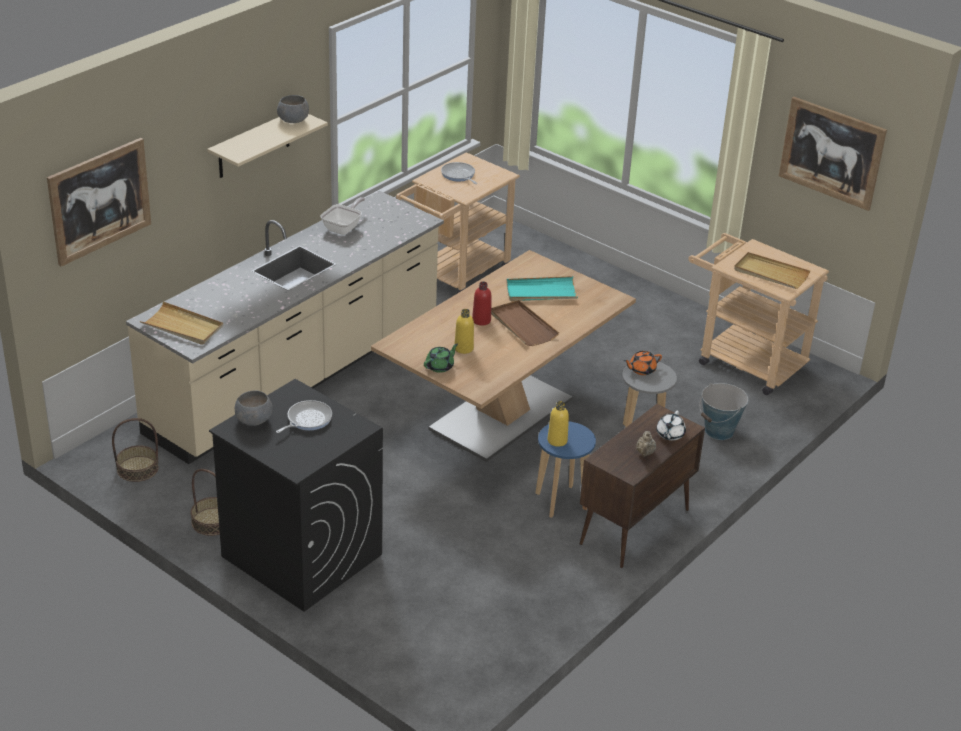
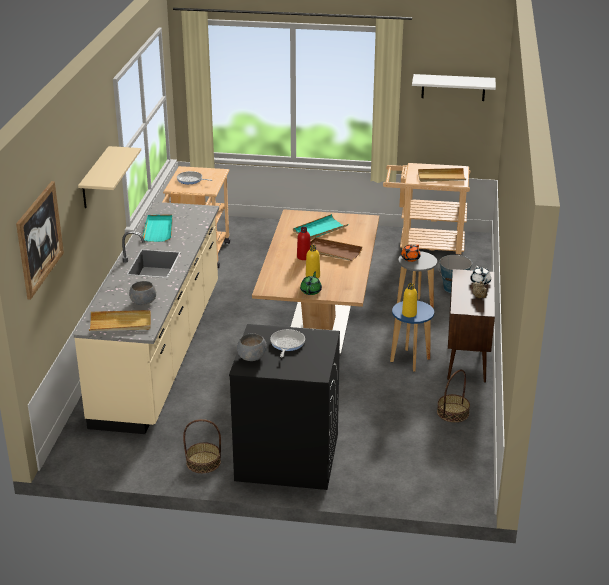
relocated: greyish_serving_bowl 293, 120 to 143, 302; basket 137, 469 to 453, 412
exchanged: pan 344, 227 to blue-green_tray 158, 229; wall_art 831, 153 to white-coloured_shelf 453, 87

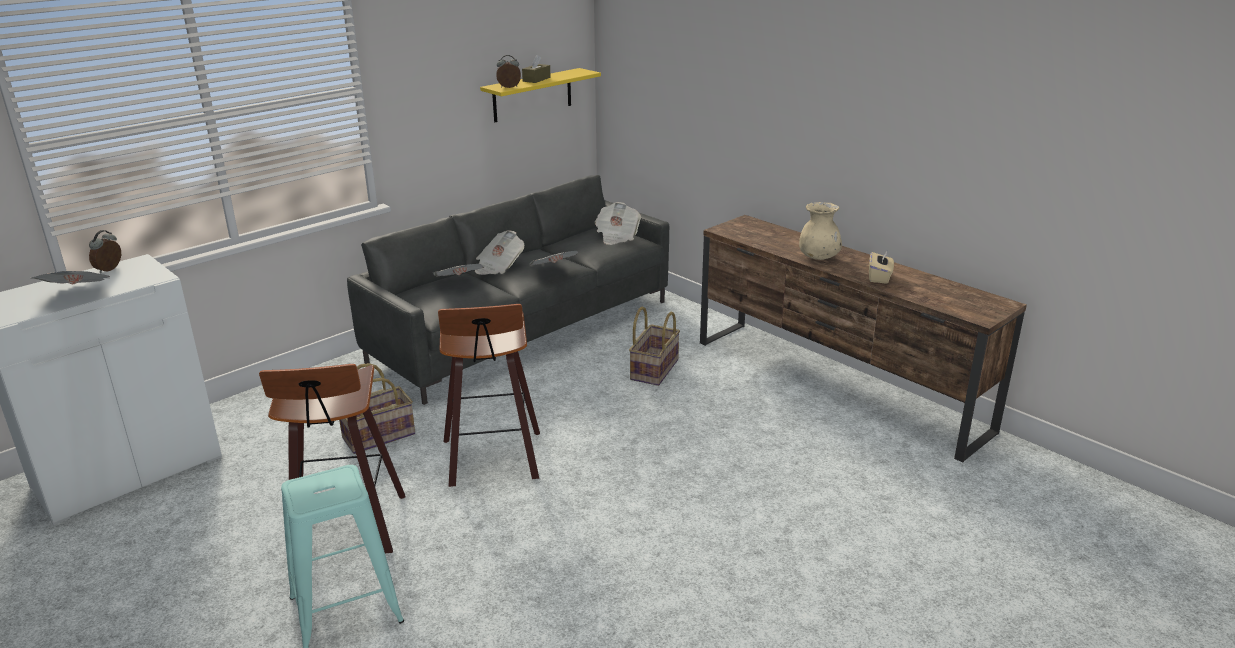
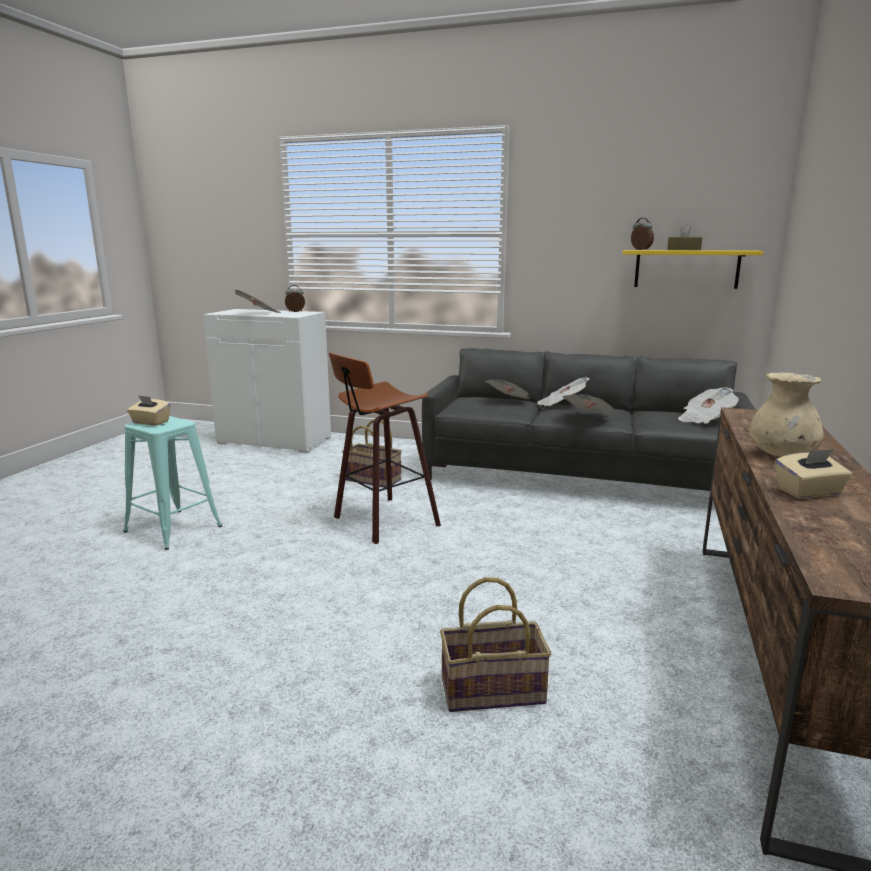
missing: sitting_stool 347, 530
appeared: beige_tissue_box 150, 422
relocated: basket 653, 369 to 493, 689

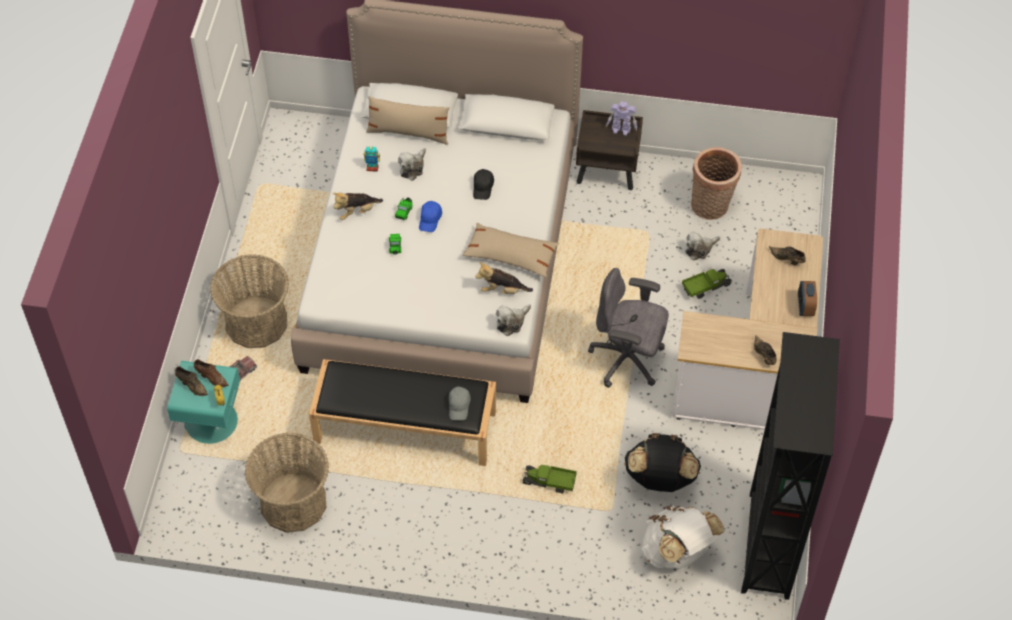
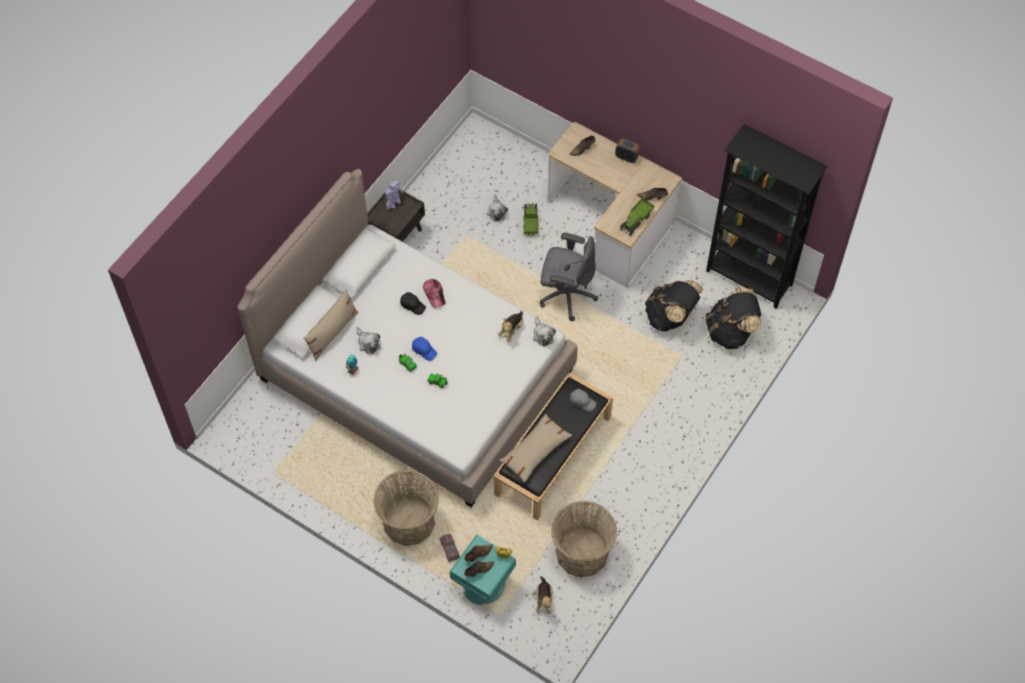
missing: basket 711, 207
appeared: baseball_cap 434, 294
relocated: beige_cushion 510, 255 to 535, 451; plush_toy 357, 212 to 543, 599; toy_lorry 549, 482 to 636, 220
colour: white-coloured_backpack 677, 552 to black_backpack 730, 331
spun: greyish_desk_chair 627, 360 = 566, 295 120 degrees counterclockwise

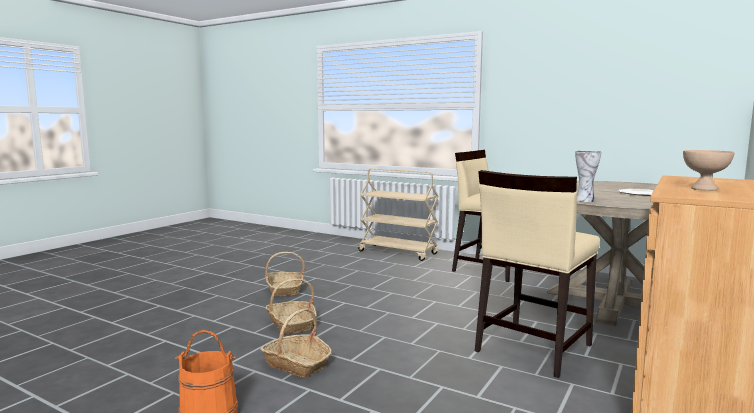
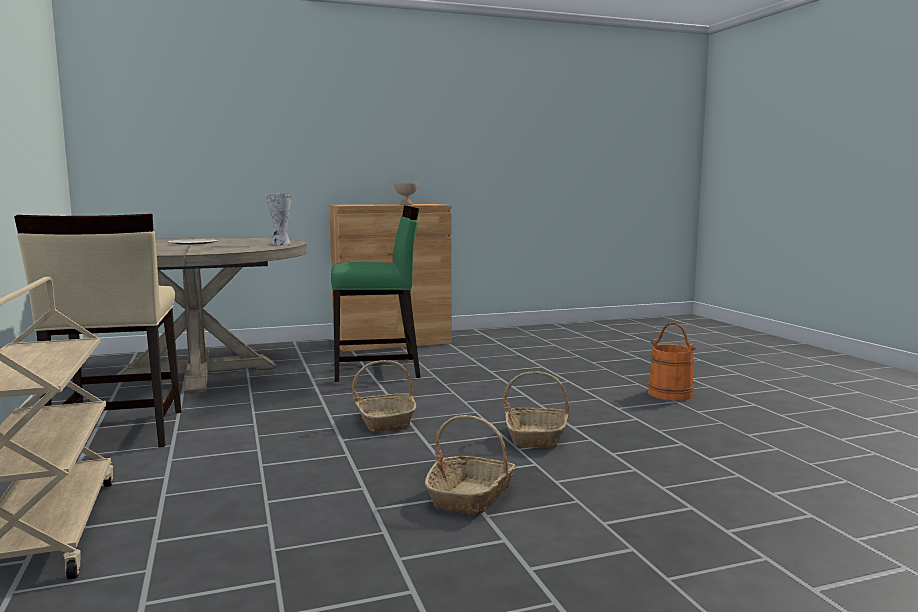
relocated: basket 297, 364 to 385, 421
colour: beige_chair 532, 348 to greenish_chair 377, 369

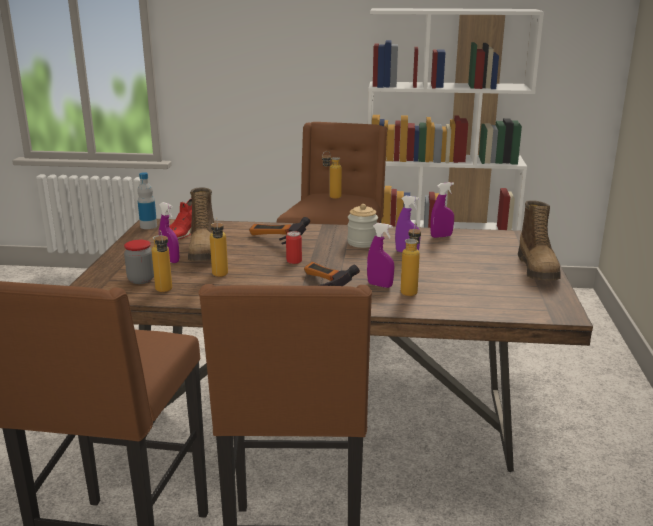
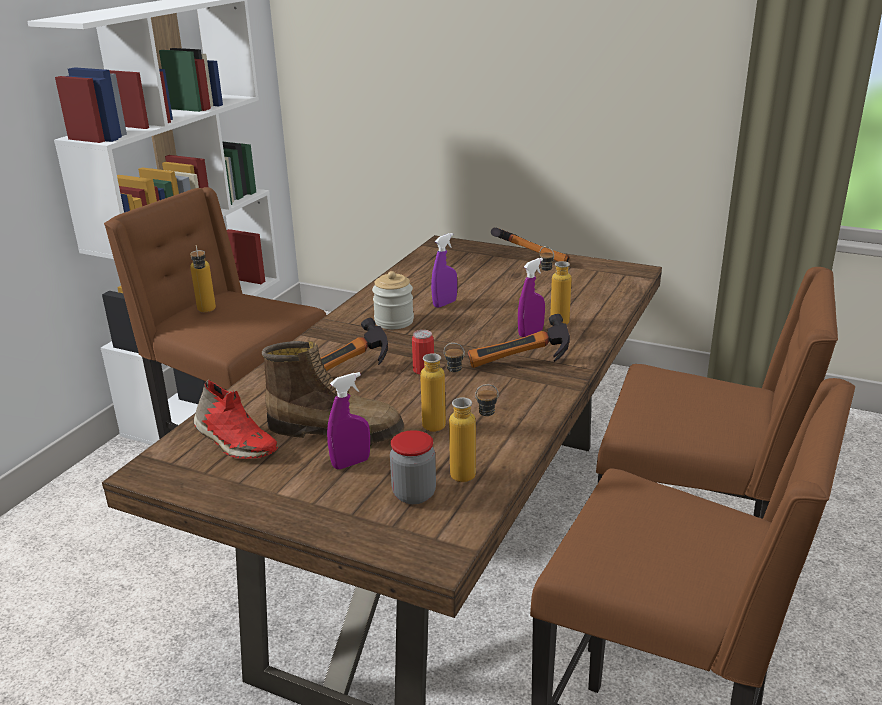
missing: bottle 148, 226; purplish_hand_sprayer 441, 236
exchanged: tall_boot 538, 269 to tool_hammer 532, 257

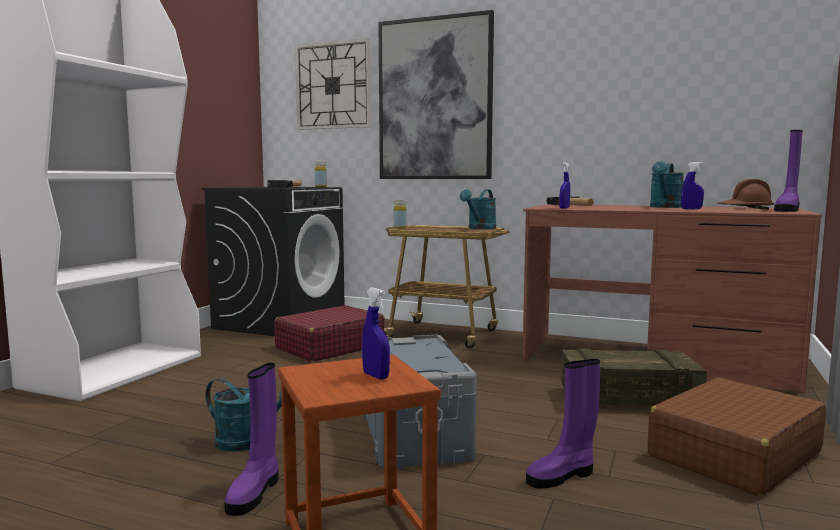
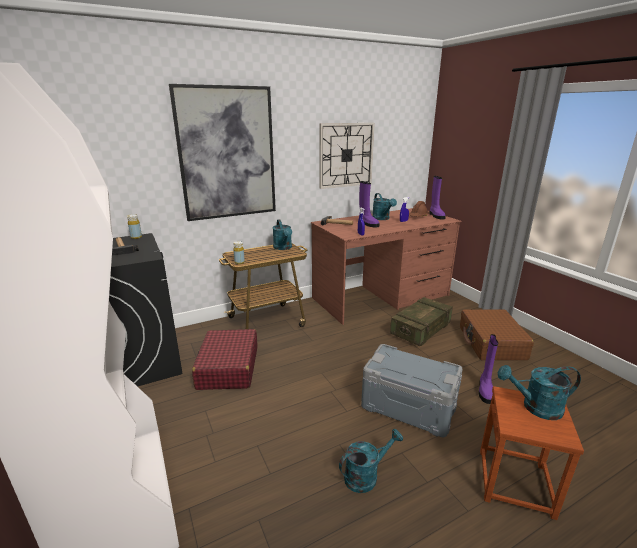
relocated: wall_clock 333, 86 to 346, 155; purplish_tall_boot 254, 493 to 367, 224
exchanged: blue-coloured_hand_sprayer 376, 376 to blue-green_sprinkling_can 535, 407

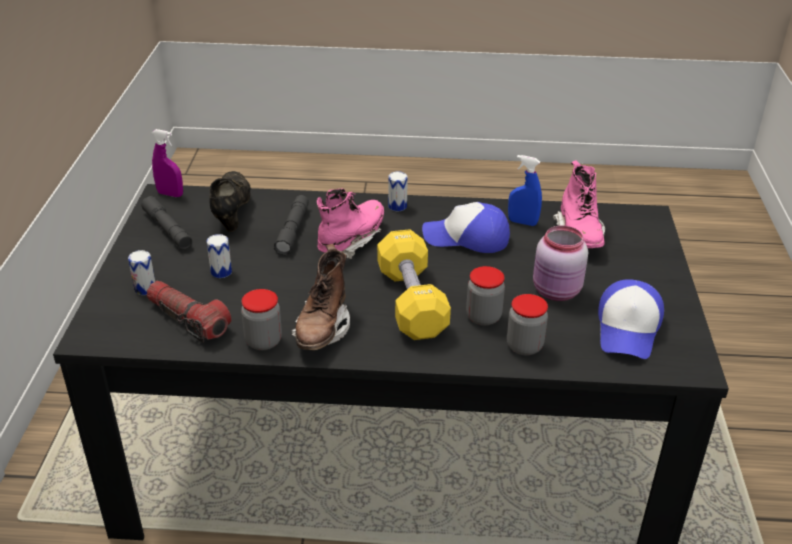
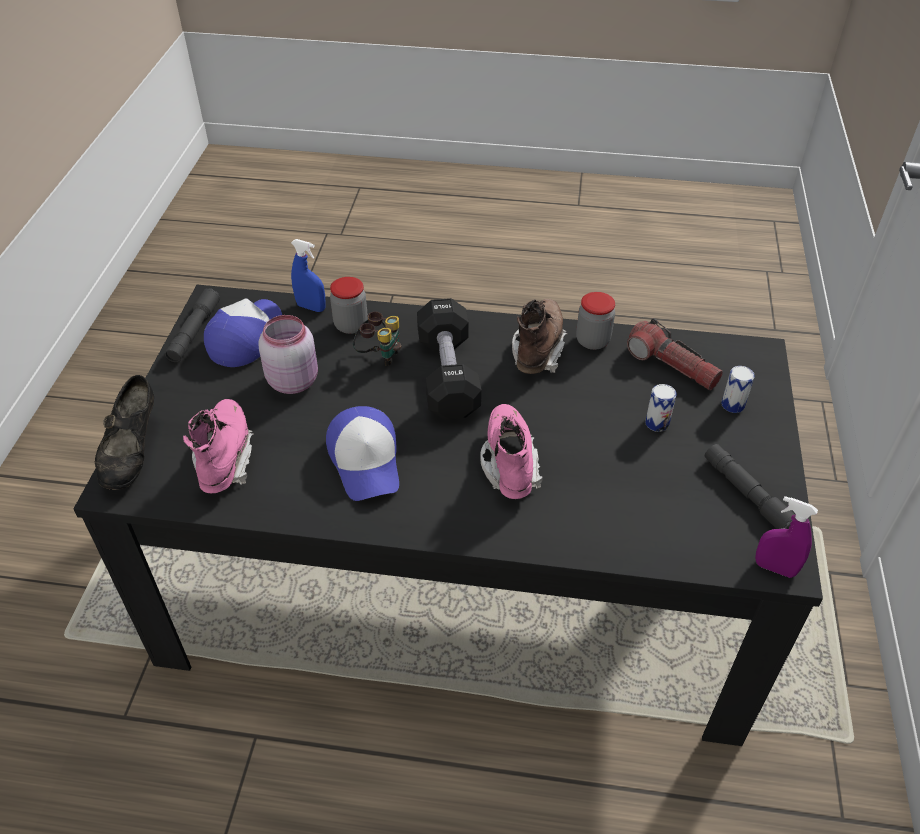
missing: sealed_can 397, 206
relocated: black_low_shoe 231, 212 to 133, 453; greyish_hand_torch 293, 231 to 194, 332; blue-coloured_hand_sprayer 522, 222 to 311, 307
exchanged: jar 483, 317 to binoculars 379, 355
colour: yellow-coloured_dumbbell 411, 302 to black_dumbbell 448, 375
spun: baseball_cap 466, 238 = 366, 461 60 degrees clockwise; pinkish_tall_boot 351, 240 = 509, 464 135 degrees clockwise

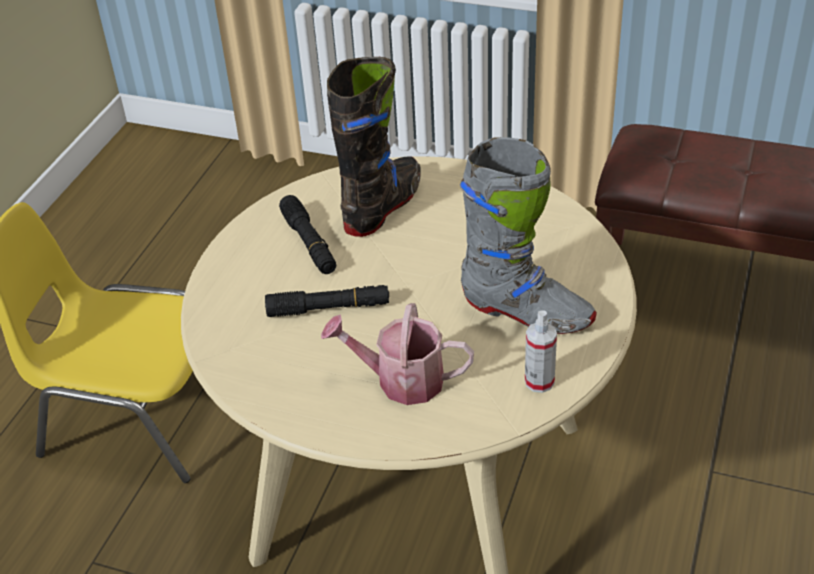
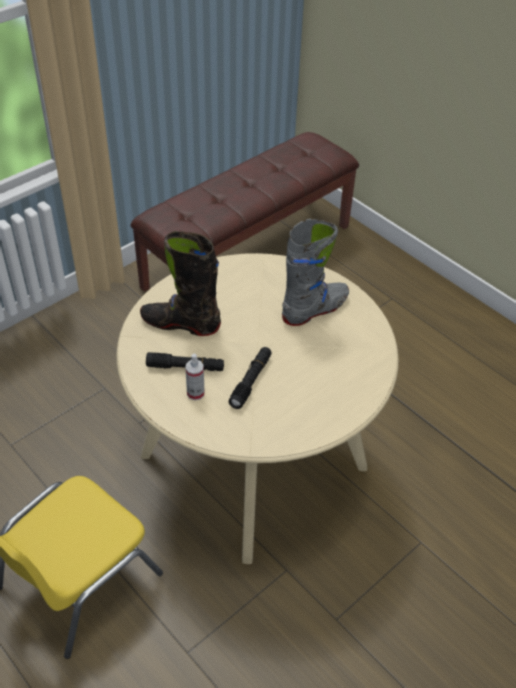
missing: sprinkling_can 401, 380
relocated: hand_sprayer 539, 382 to 195, 393
spun: black_tall_boot 383, 206 = 181, 324 45 degrees counterclockwise

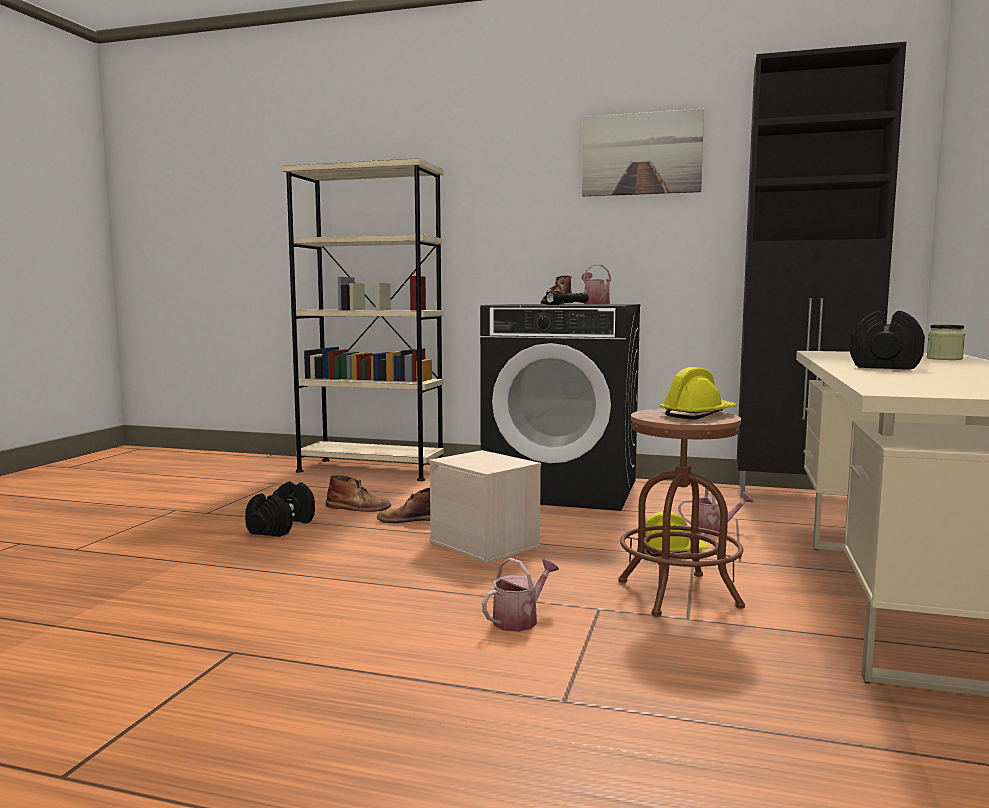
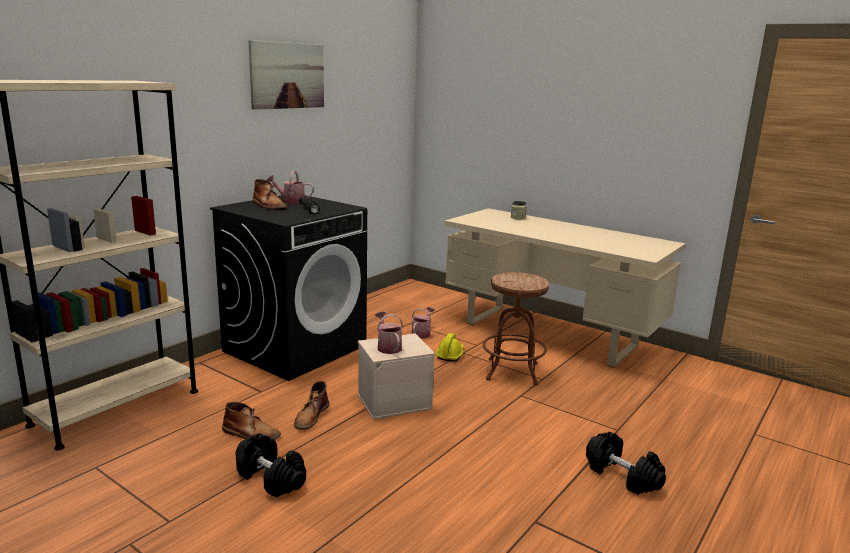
missing: yellow-coloured_safety_helmet 698, 415; black_cupboard 802, 496
relocated: sprinkling_can 519, 619 to 388, 347; black_dumbbell 886, 365 to 623, 476
spun: brown_tall_boot 358, 508 = 251, 434 75 degrees clockwise

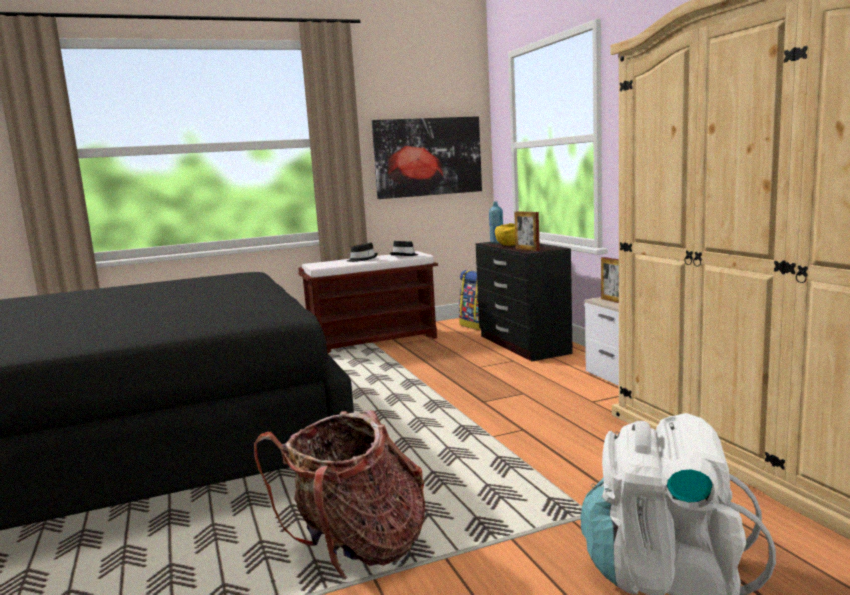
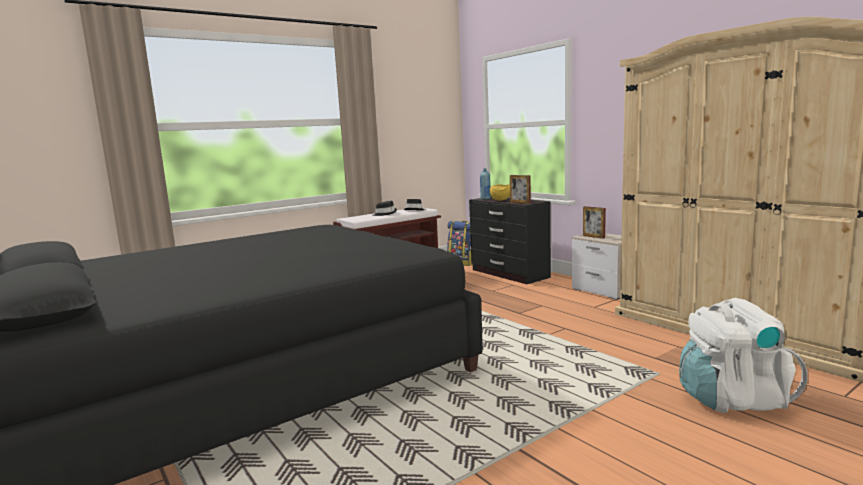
missing: backpack 357, 550; wall_art 428, 157

